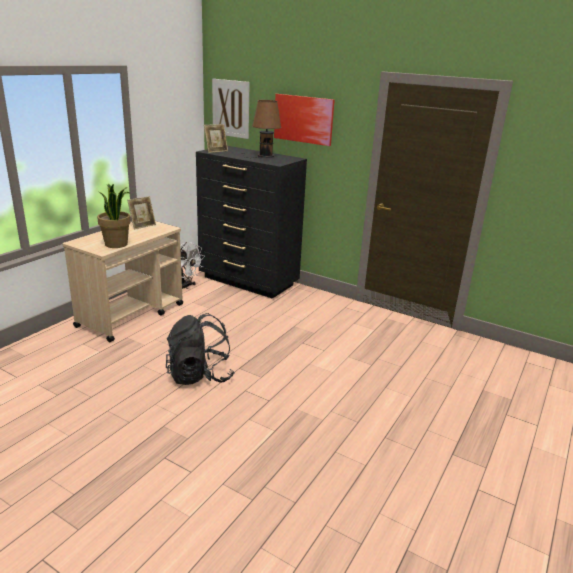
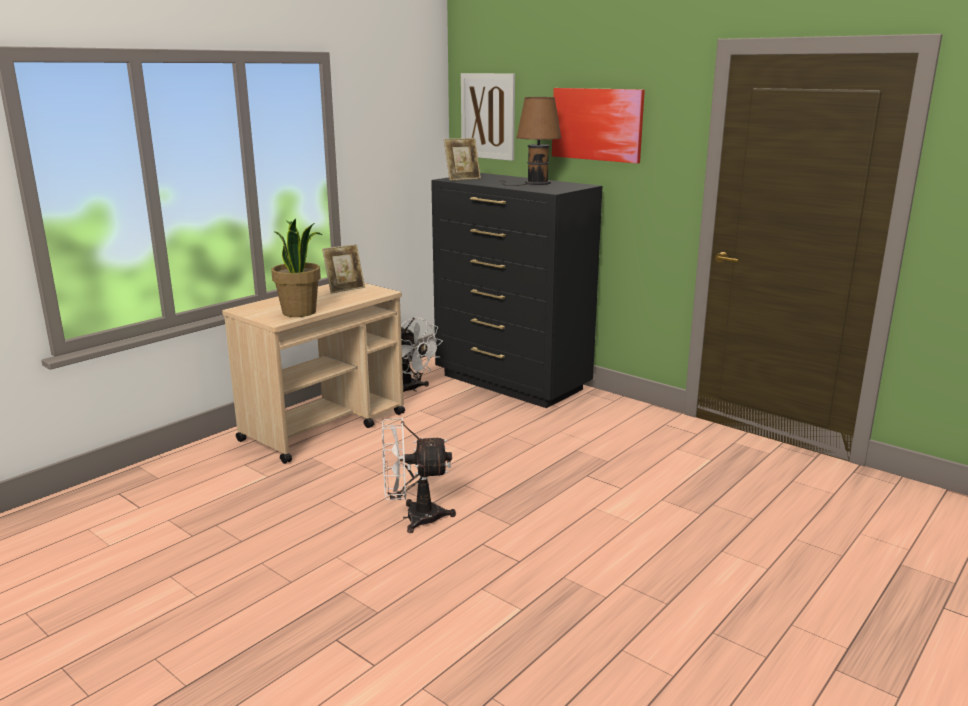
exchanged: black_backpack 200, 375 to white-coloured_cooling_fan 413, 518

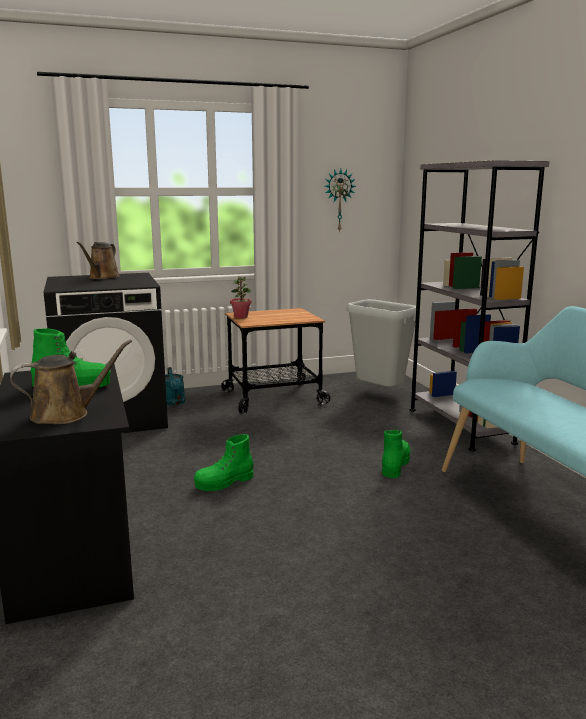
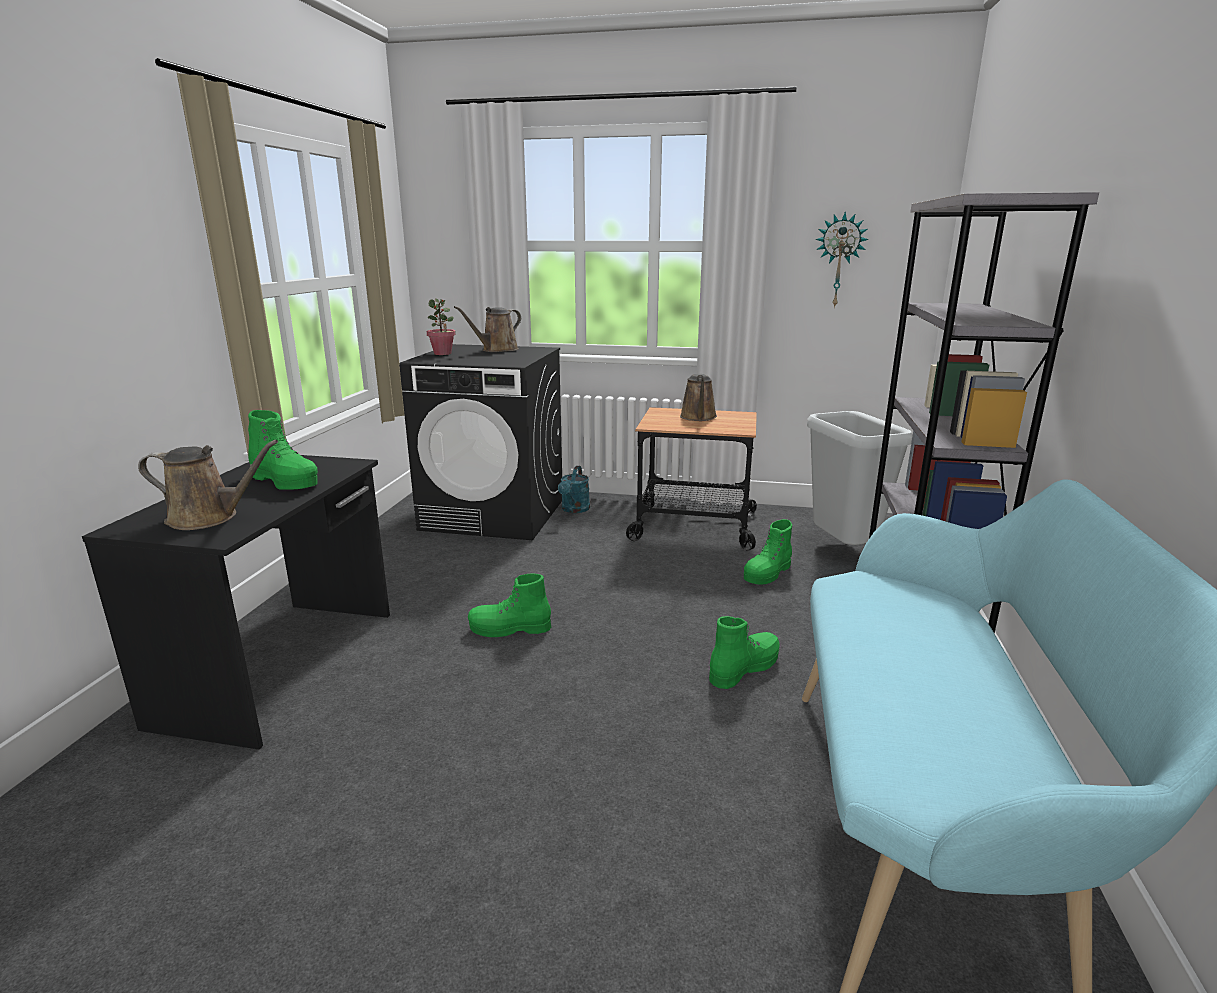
appeared: brown_sprinkling_can 698, 417; greenish_tall_boot 767, 574
relocated: plant_in_a_pot 241, 317 to 443, 353

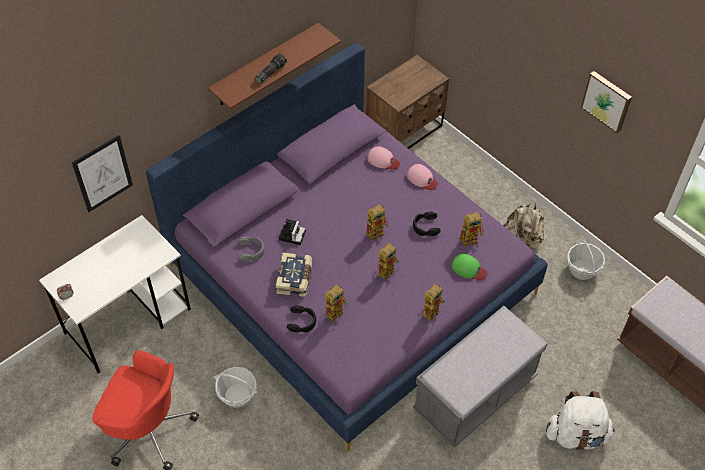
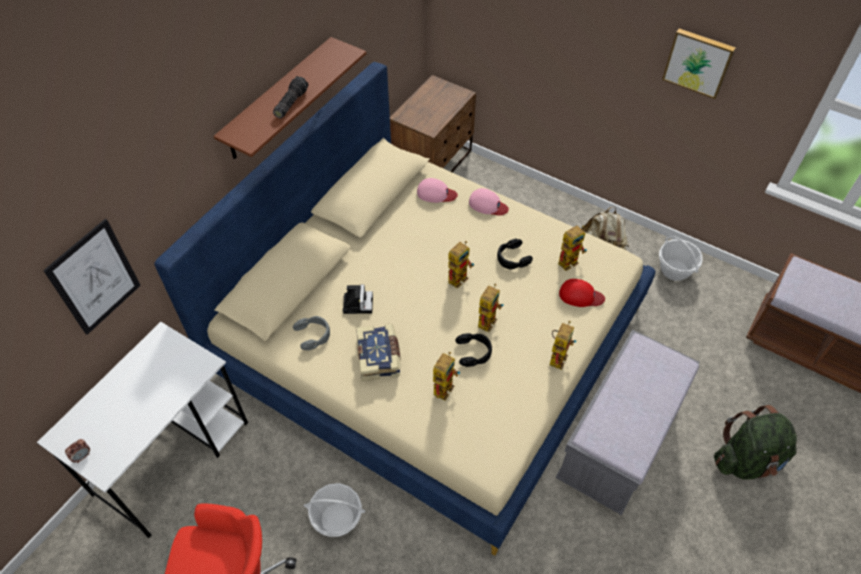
relocated: black_headset 302, 321 to 474, 352
colour: purplish_sleeping_bed 351, 280 to beige_sleeping_bed 430, 340; greenish_baseball_cap 468, 269 to reddish_baseball_cap 580, 295; white-coloured_backpack 576, 435 to greenish_backpack 747, 460

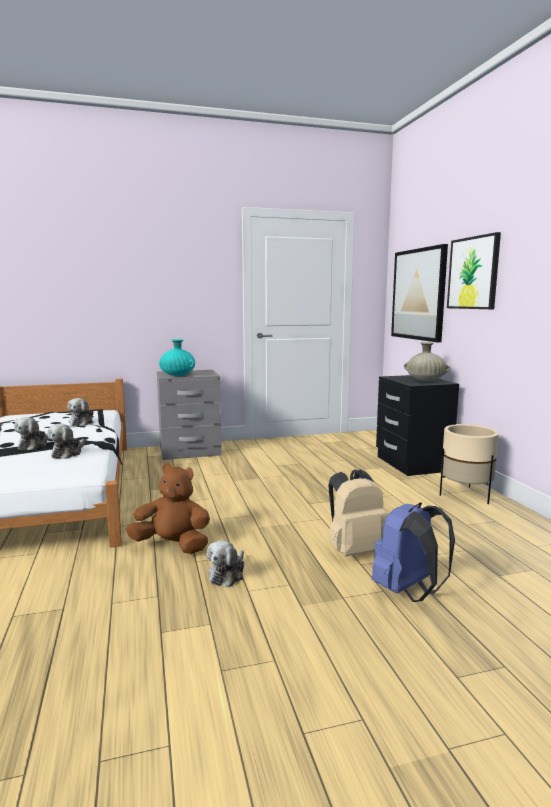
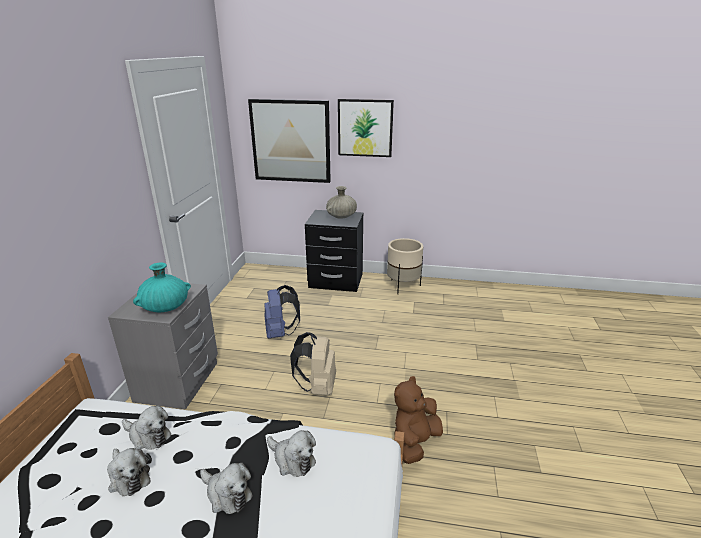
relocated: plush_toy 227, 574 to 129, 476; blue-coloured_backpack 408, 591 to 280, 333; beige_backpack 355, 550 to 317, 387

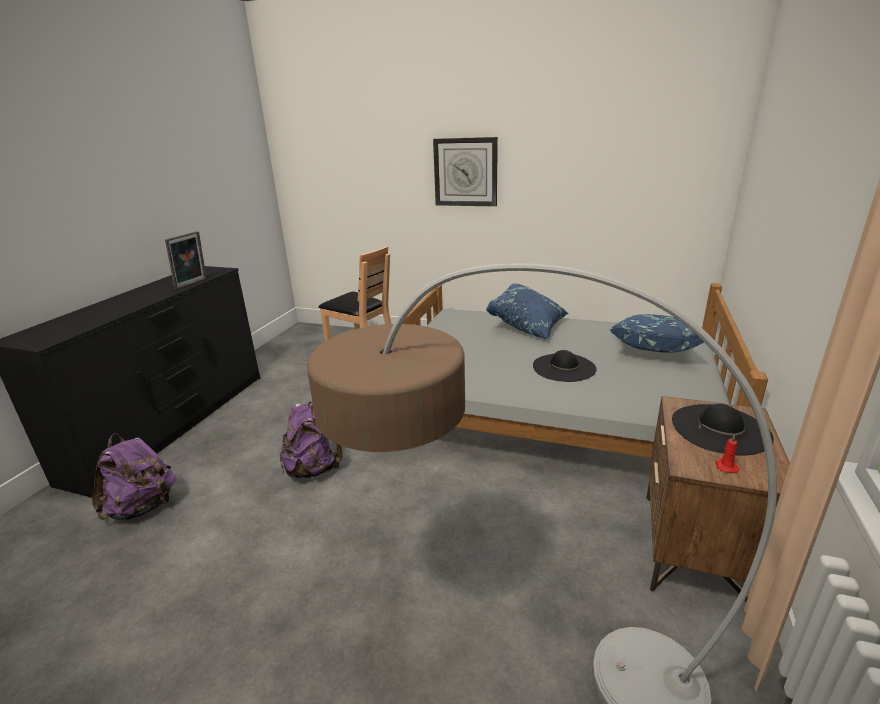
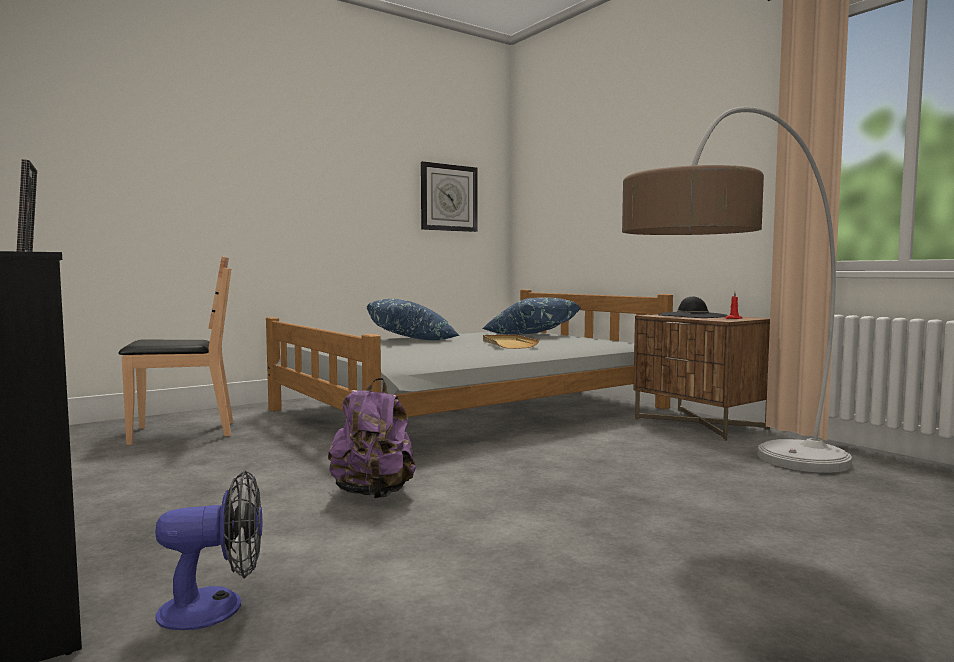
relocated: wall_clock 465, 172 to 448, 198
exchanged: purplish_backpack 143, 507 to cooling_fan 216, 607; black_wearable_hat 564, 367 to beige_tray 508, 344

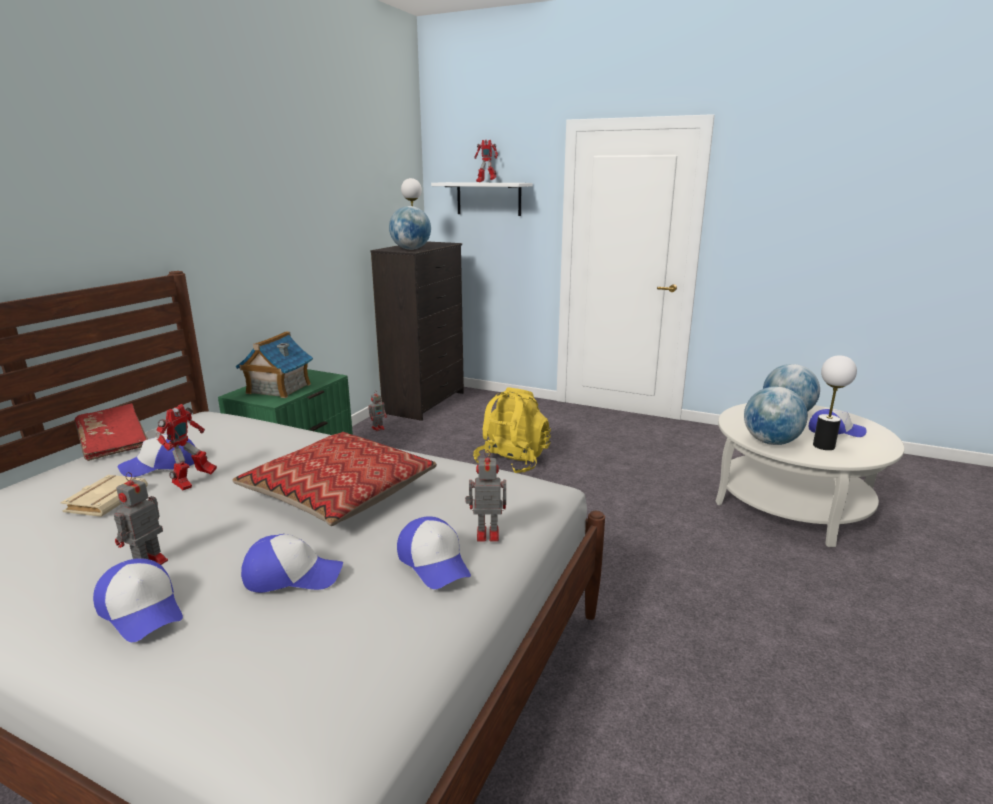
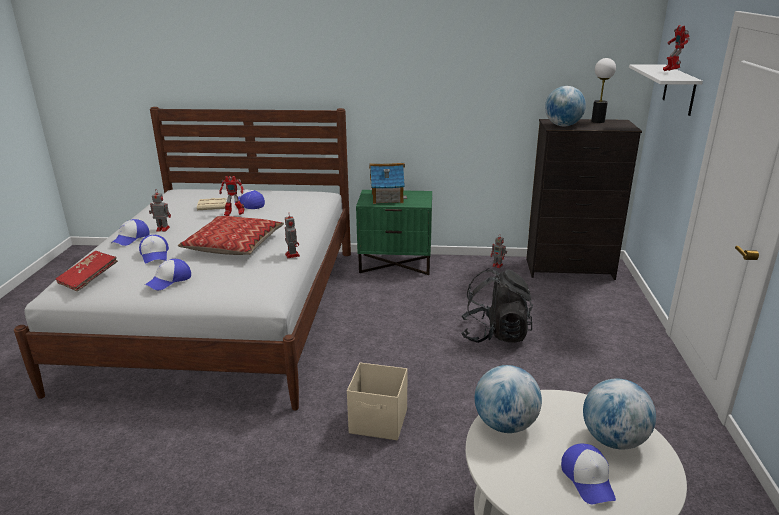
missing: table_lamp 824, 446
appeared: beige_storage_container 379, 422
relocated: reddish_book 114, 443 to 89, 279; model_robot 486, 534 to 292, 255
colour: yellow-coloured_backpack 512, 462 to black_backpack 495, 334

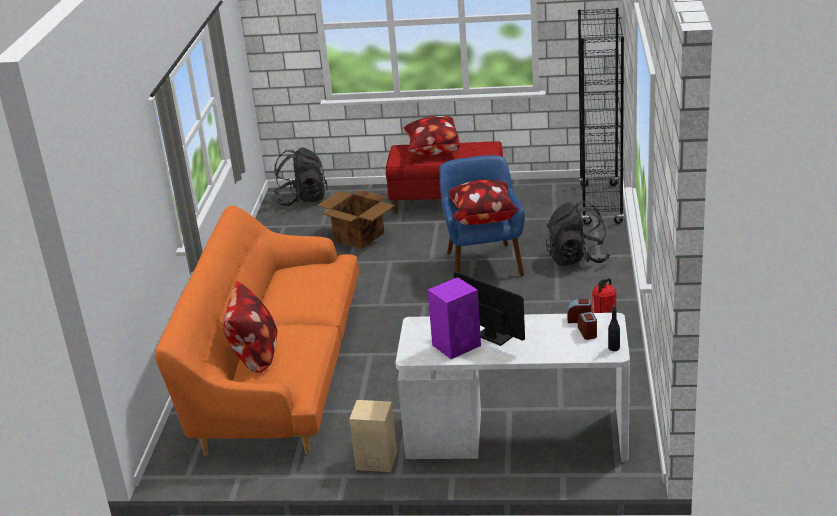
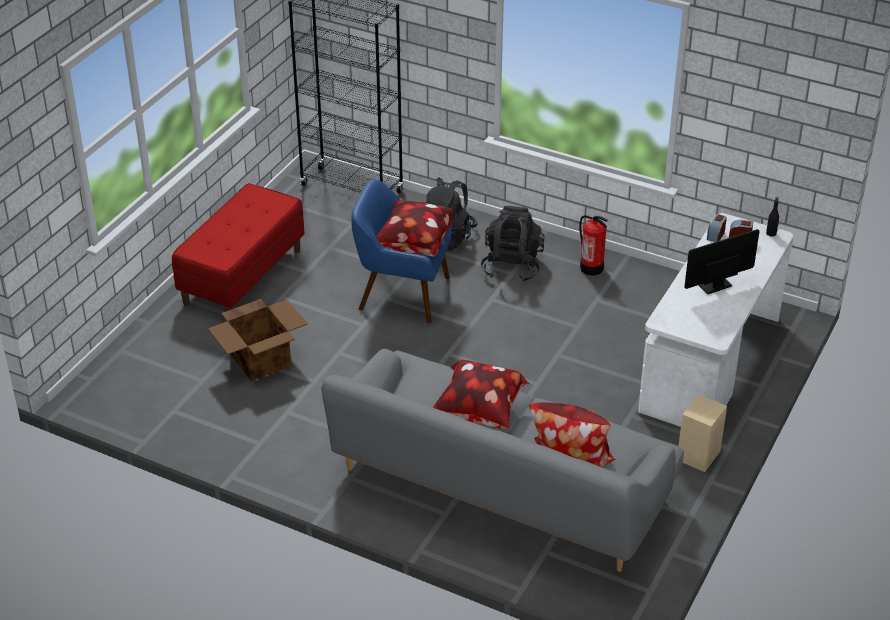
missing: purplish_loudspeaker 457, 345
relocated: cushion 432, 151 to 480, 414; black_backpack 302, 199 to 512, 266
colour: orangey_sofa 278, 371 to greyish_sofa 500, 486

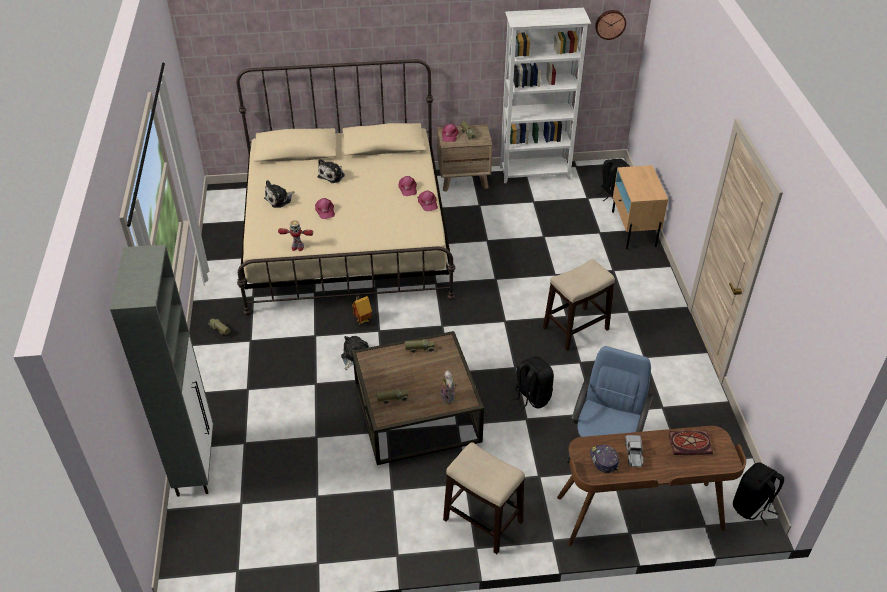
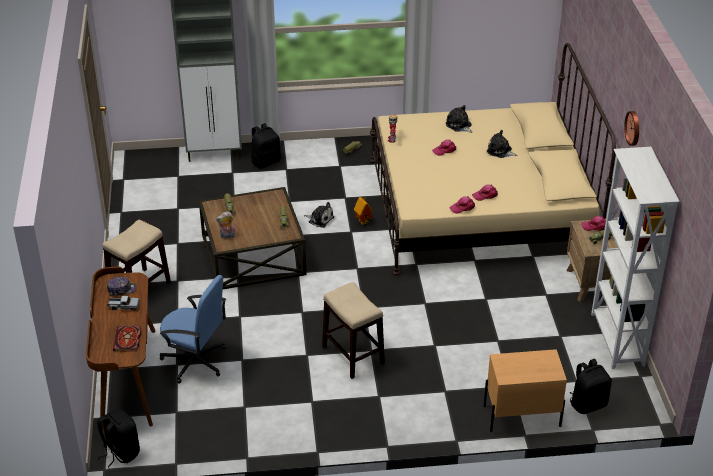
relocated: black_backpack 531, 397 to 266, 162; wall_clock 610, 24 to 633, 128

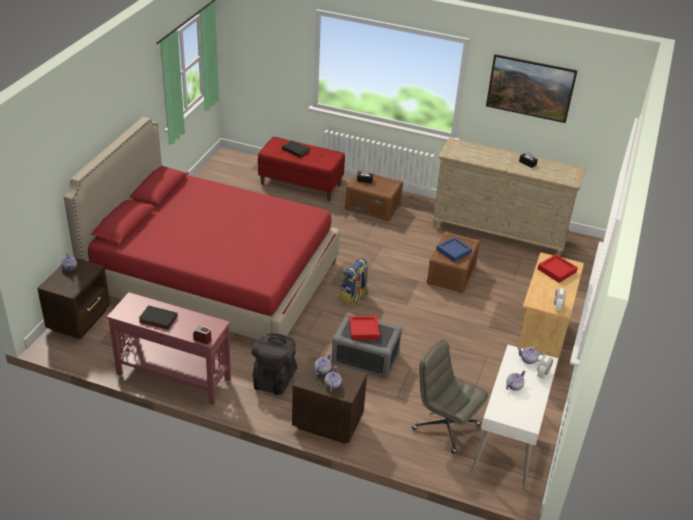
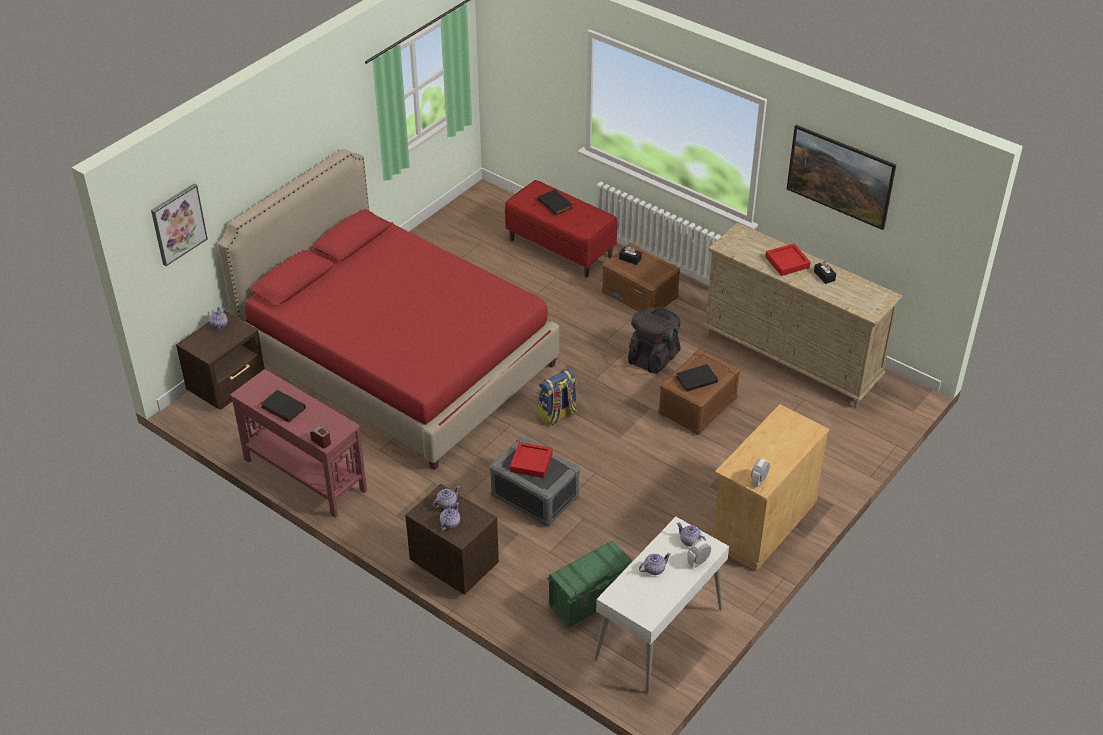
appeared: wall_art 178, 224
relocated: black_backpack 274, 379 to 654, 357; reddish_tray 556, 271 to 787, 262
exchanged: greyish_desk_chair 445, 426 to greenish_storage_container 590, 599; blue-coloured_tray 453, 251 to black_book 696, 379

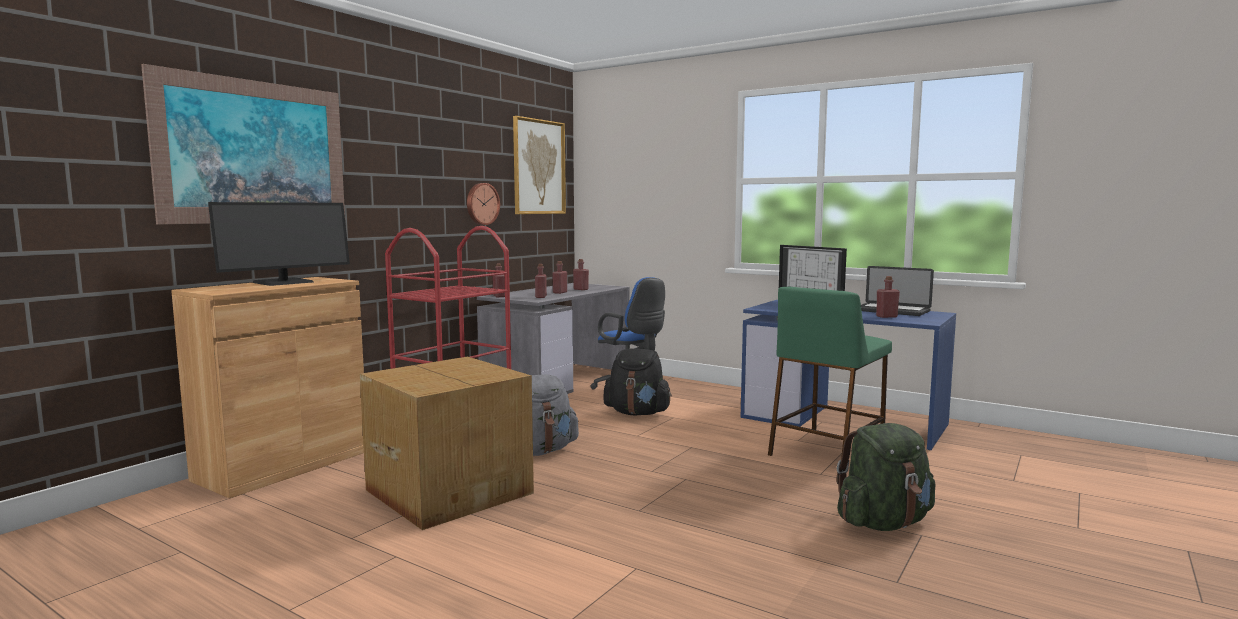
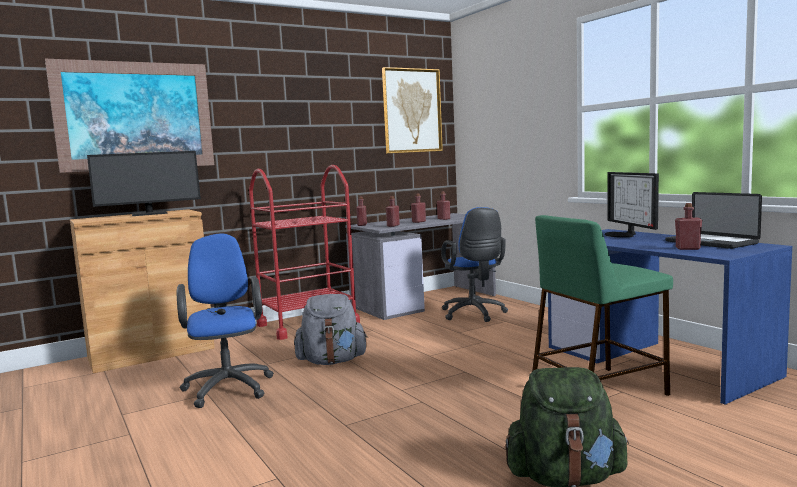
missing: wall_clock 481, 204; black_backpack 637, 413
exchanged: packing_box 450, 490 to blue-coloured_desk_chair 228, 386

